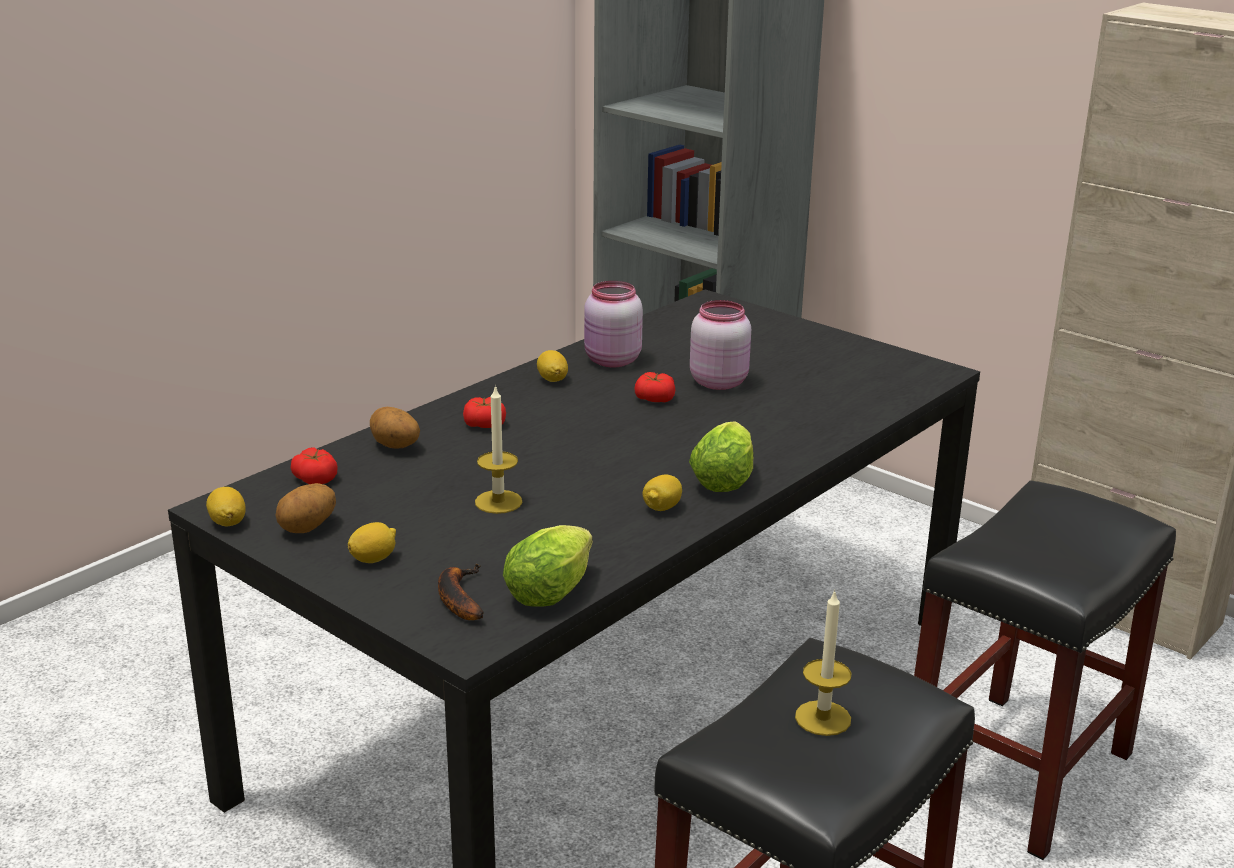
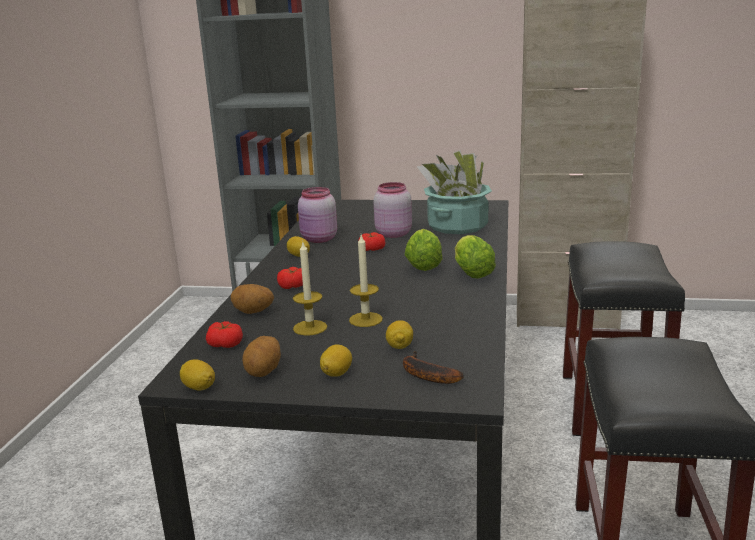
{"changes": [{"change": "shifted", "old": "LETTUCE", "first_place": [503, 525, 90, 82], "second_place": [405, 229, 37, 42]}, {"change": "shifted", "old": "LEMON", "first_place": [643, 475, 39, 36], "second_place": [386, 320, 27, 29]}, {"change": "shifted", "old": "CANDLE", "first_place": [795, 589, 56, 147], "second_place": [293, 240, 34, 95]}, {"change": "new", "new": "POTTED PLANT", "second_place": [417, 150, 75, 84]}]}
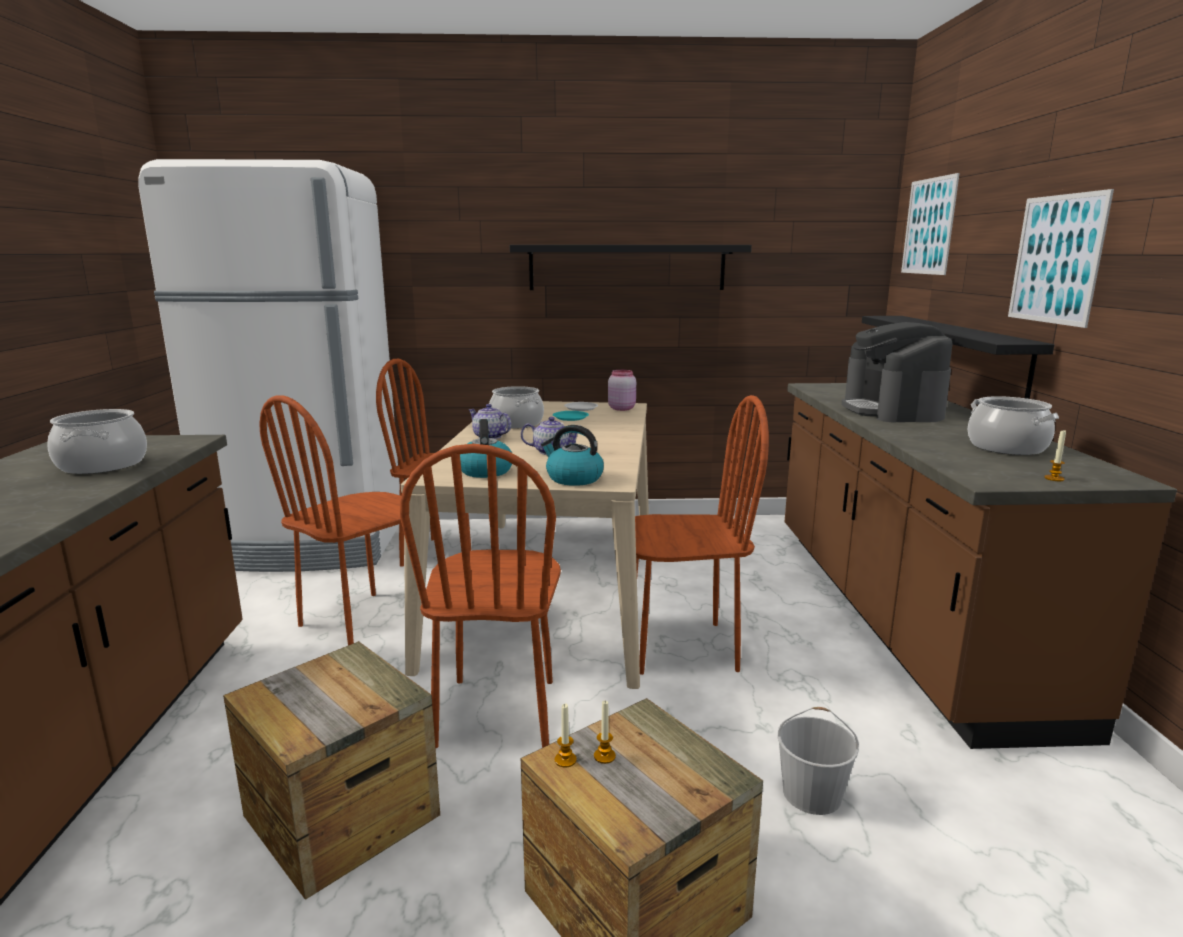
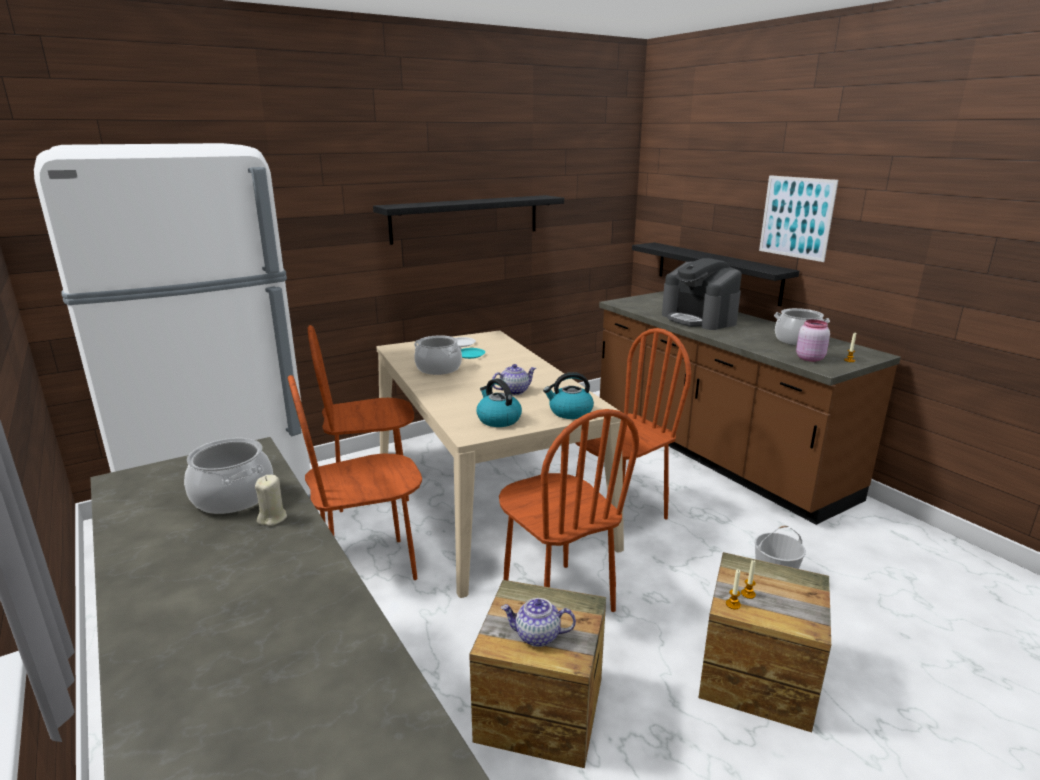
{"changes": [{"change": "rotated", "old": "BROWN CHAIR", "first_place": [259, 396, 165, 249], "second_place": [288, 375, 134, 205], "degrees": 60}, {"change": "shifted", "old": "TEAPOT", "first_place": [469, 404, 42, 35], "second_place": [501, 598, 75, 49]}, {"change": "shifted", "old": "PINK JAR", "first_place": [608, 370, 28, 41], "second_place": [796, 320, 34, 42]}, {"change": "gone", "old": "PICTURE", "first_place": [901, 173, 59, 102]}, {"change": "new", "new": "BEIGE CANDLE", "second_place": [255, 475, 32, 51]}]}
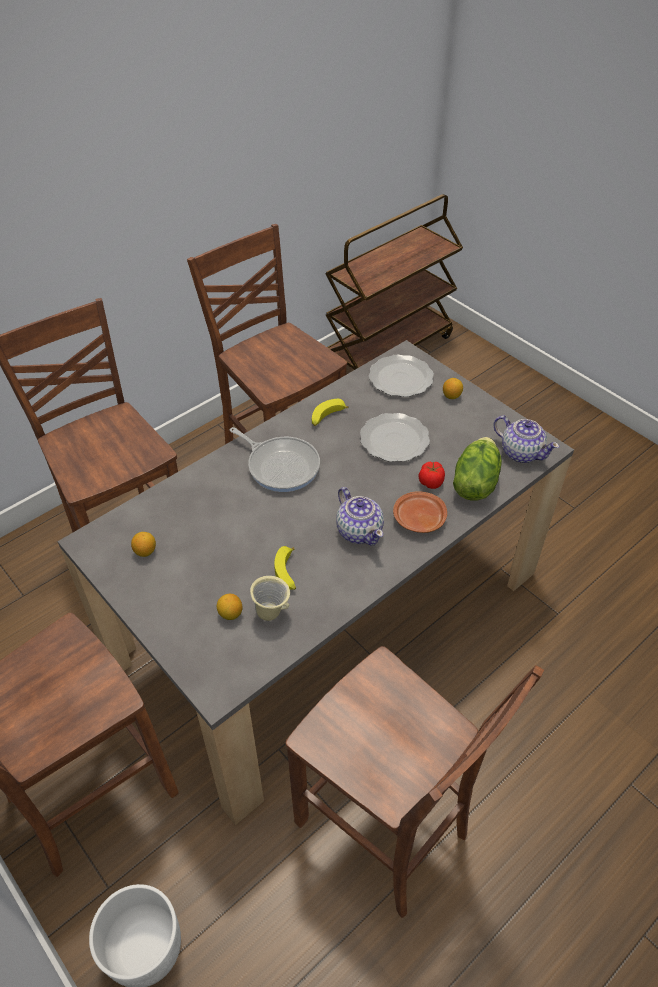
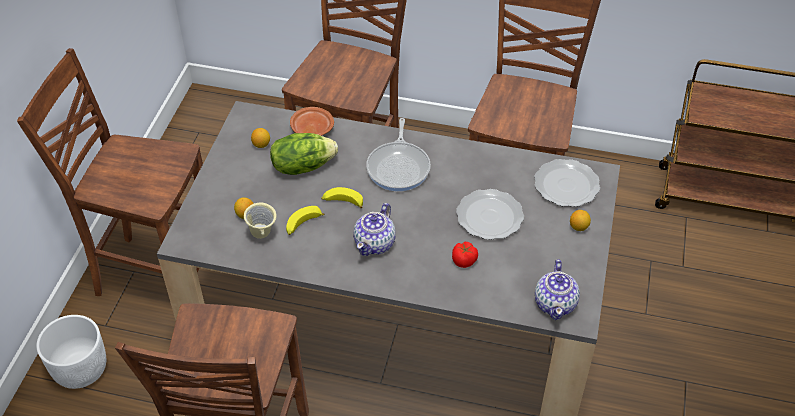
{"changes": [{"change": "shifted", "old": "BANANA", "first_place": [312, 399, 37, 27], "second_place": [321, 187, 42, 21]}, {"change": "shifted", "old": "BROWN PLATE", "first_place": [393, 491, 54, 42], "second_place": [290, 107, 44, 29]}, {"change": "shifted", "old": "LETTUCE", "first_place": [453, 437, 49, 64], "second_place": [270, 133, 68, 42]}]}
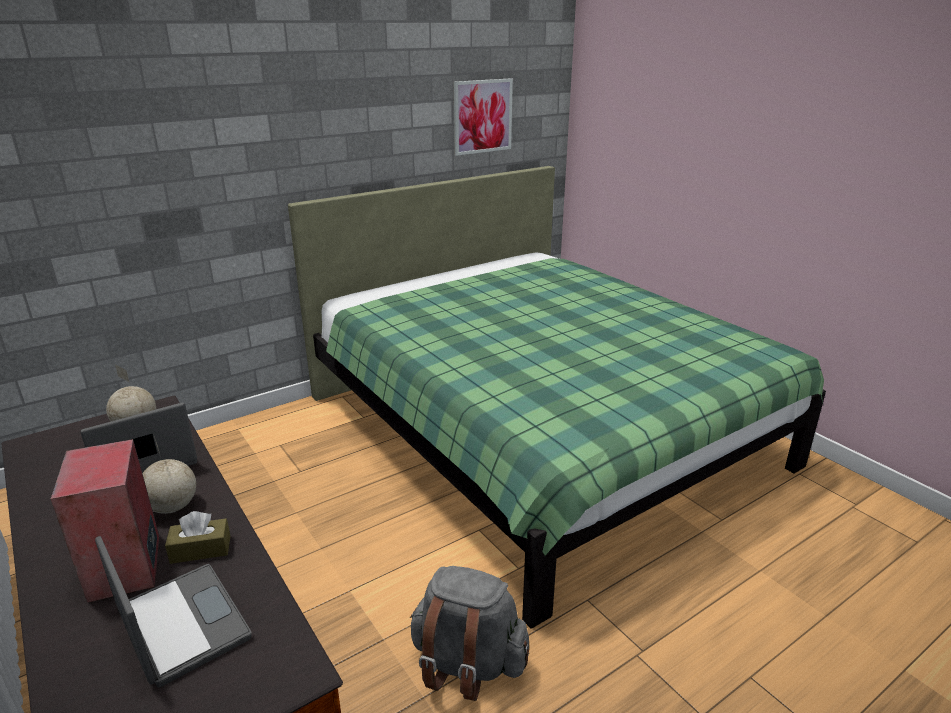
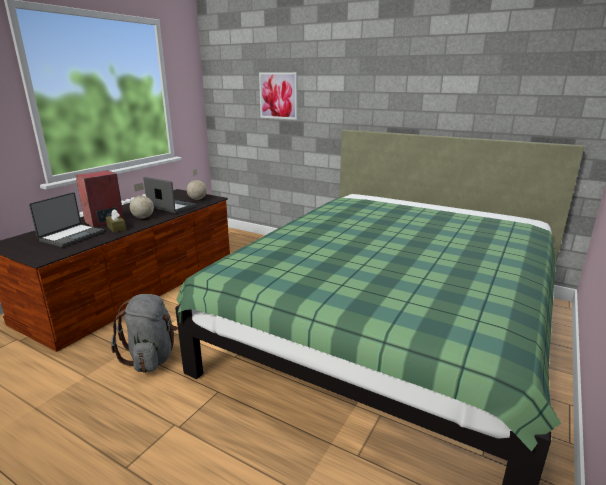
{"changes": [{"change": "shifted", "old": "PICTURE", "first_place": [454, 78, 59, 78], "second_place": [259, 72, 39, 48]}]}
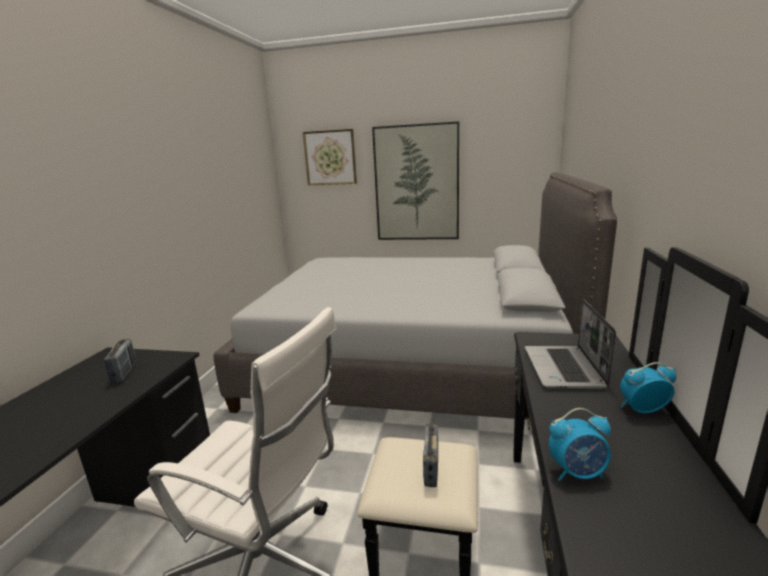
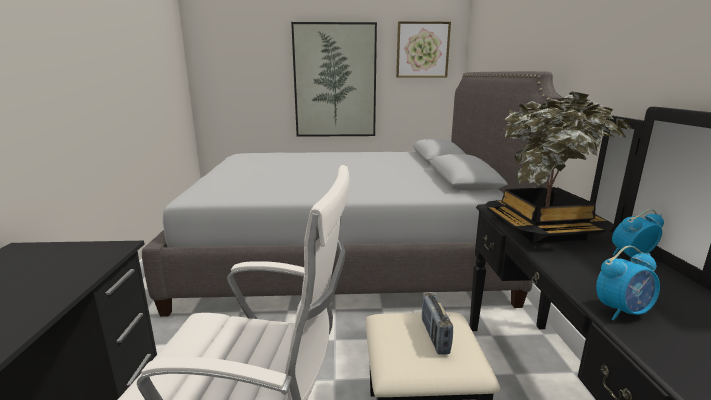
{"changes": [{"change": "gone", "old": "RADIO", "first_place": [104, 339, 32, 45]}, {"change": "shifted", "old": "PICTURE", "first_place": [303, 129, 54, 56], "second_place": [396, 21, 55, 57]}, {"change": "swapped", "old": "LAPTOP", "new": "POTTED PLANT", "first_place": [525, 299, 91, 90], "second_place": [485, 91, 147, 152]}]}
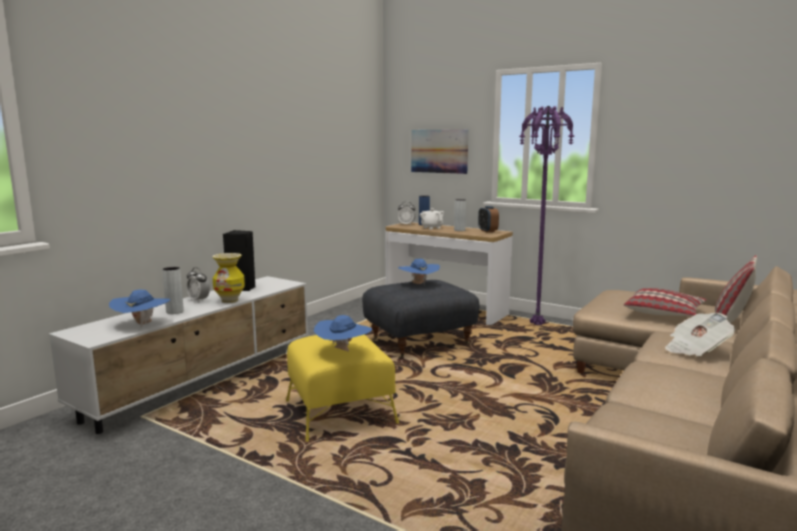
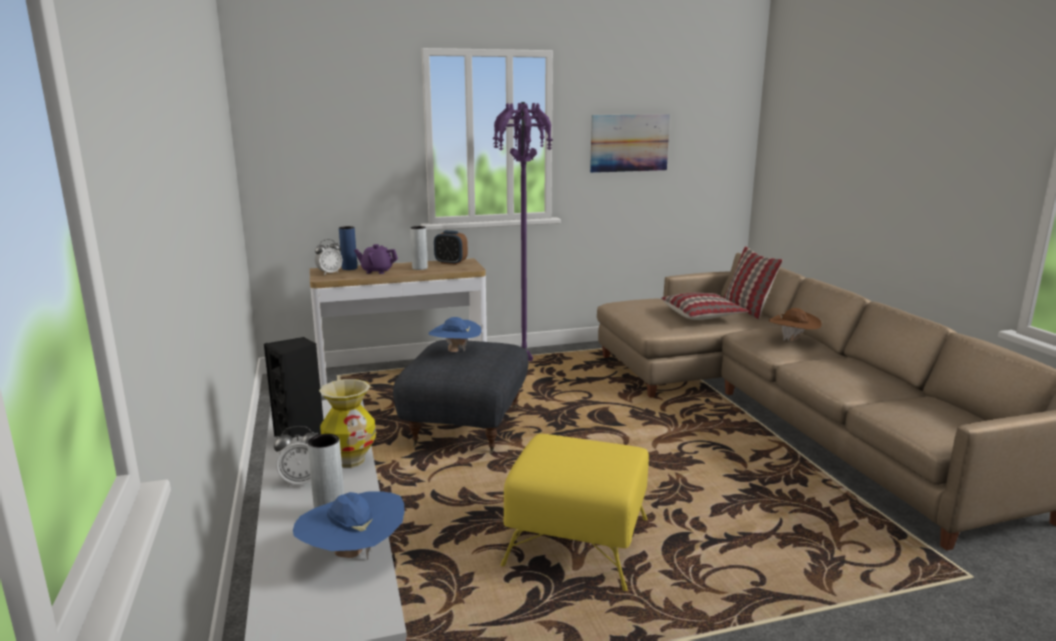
{"changes": [{"change": "gone", "old": "BLUE HAT", "first_place": [314, 315, 58, 36]}, {"change": "shifted", "old": "PICTURE", "first_place": [411, 129, 57, 45], "second_place": [590, 114, 80, 59]}, {"change": "repainted", "old": "WHITE TEAPOT", "new": "PURPLE TEAPOT", "first_place": [420, 209, 24, 20], "second_place": [354, 244, 44, 30]}, {"change": "swapped", "old": "NEWSPAPER", "new": "BROWN HAT", "first_place": [665, 313, 70, 44], "second_place": [769, 308, 53, 33]}]}
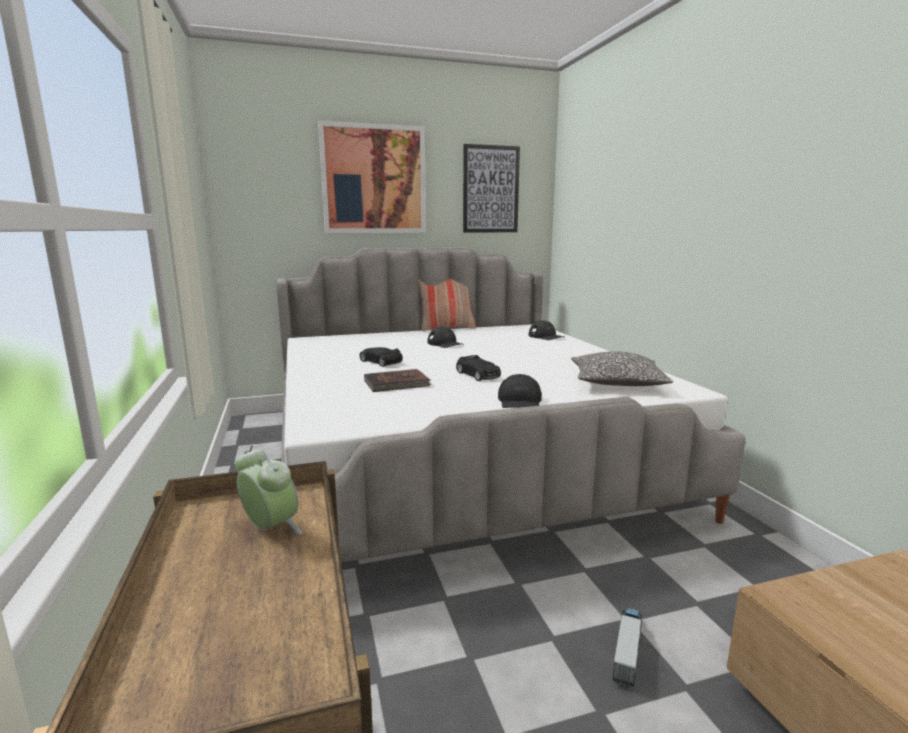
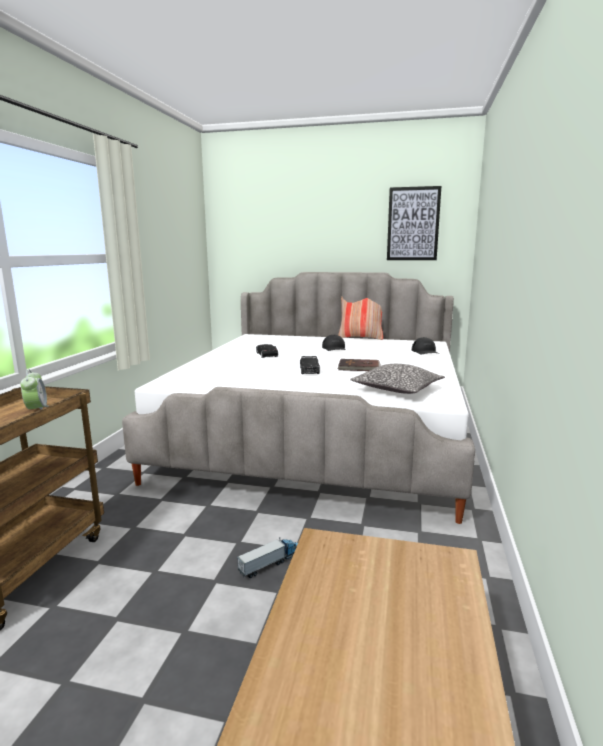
{"changes": [{"change": "gone", "old": "PICTURE", "first_place": [318, 120, 108, 113]}, {"change": "shifted", "old": "BROWN BOOK", "first_place": [364, 369, 68, 23], "second_place": [338, 359, 42, 12]}, {"change": "gone", "old": "BLACK CAP", "first_place": [498, 374, 44, 34]}]}
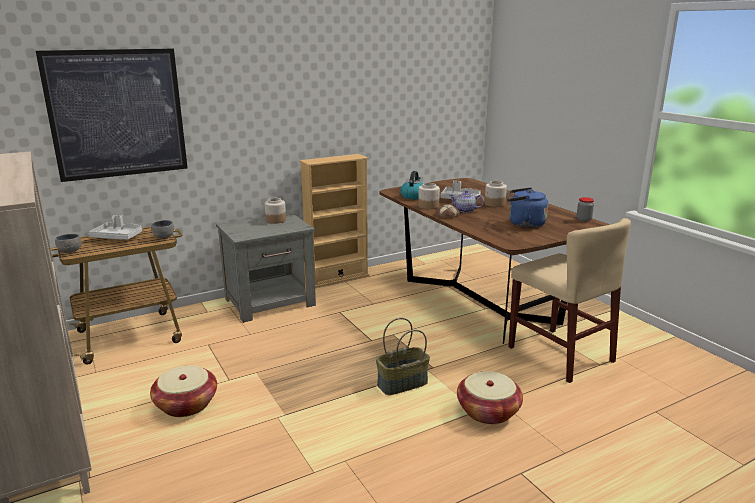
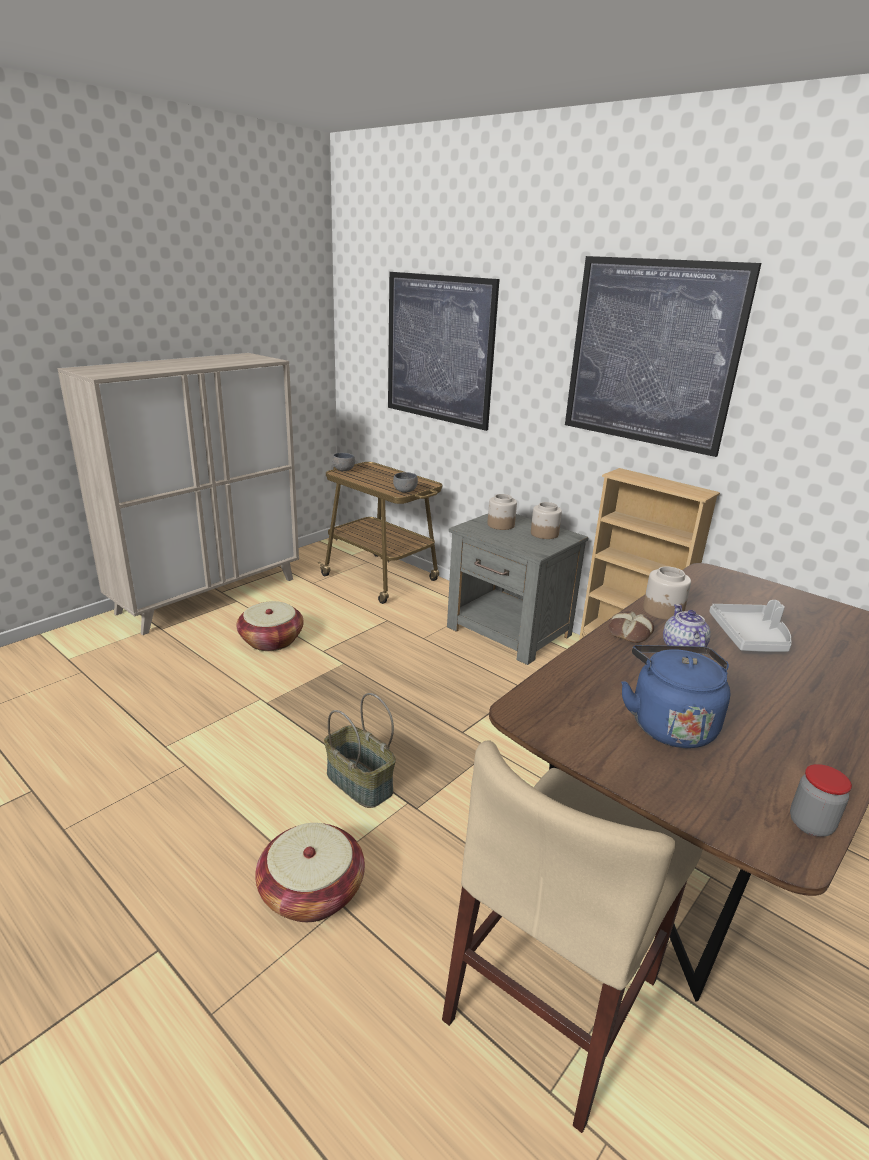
{"changes": [{"change": "gone", "old": "GREY TRAY", "first_place": [89, 215, 53, 25]}, {"change": "gone", "old": "KETTLE", "first_place": [400, 171, 23, 28]}, {"change": "shifted", "old": "JAR", "first_place": [485, 181, 22, 26], "second_place": [487, 494, 30, 36]}, {"change": "new", "new": "PICTURE", "second_place": [565, 256, 196, 201]}]}
